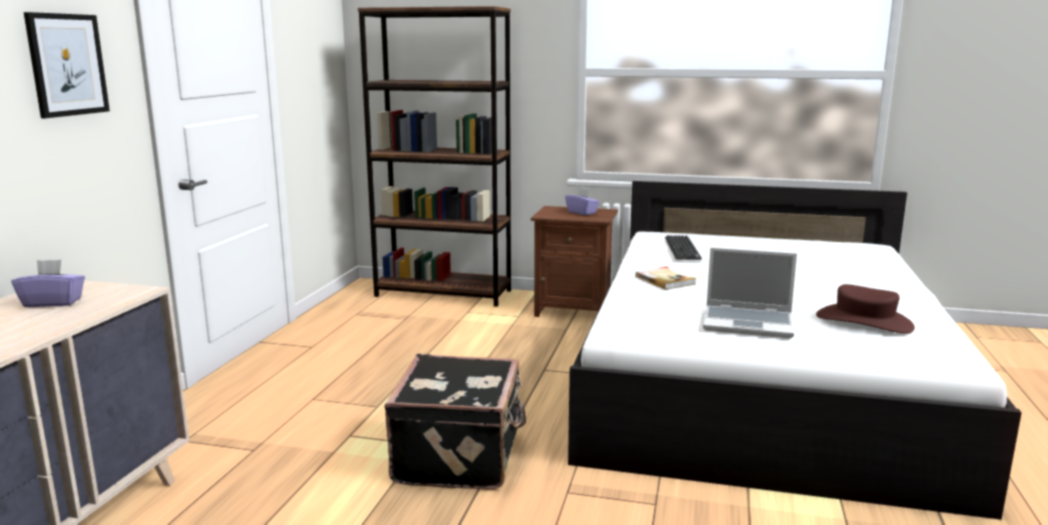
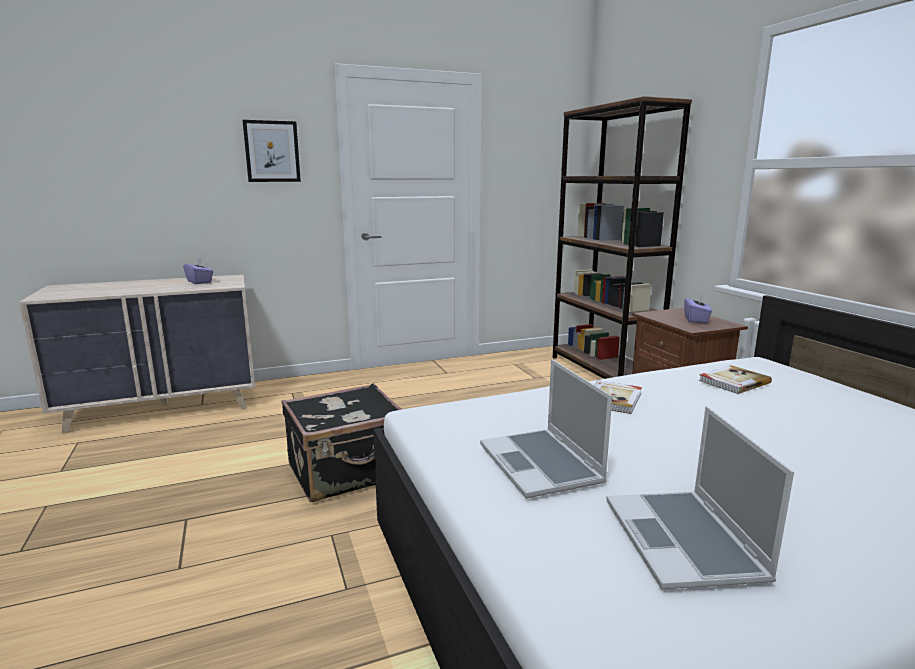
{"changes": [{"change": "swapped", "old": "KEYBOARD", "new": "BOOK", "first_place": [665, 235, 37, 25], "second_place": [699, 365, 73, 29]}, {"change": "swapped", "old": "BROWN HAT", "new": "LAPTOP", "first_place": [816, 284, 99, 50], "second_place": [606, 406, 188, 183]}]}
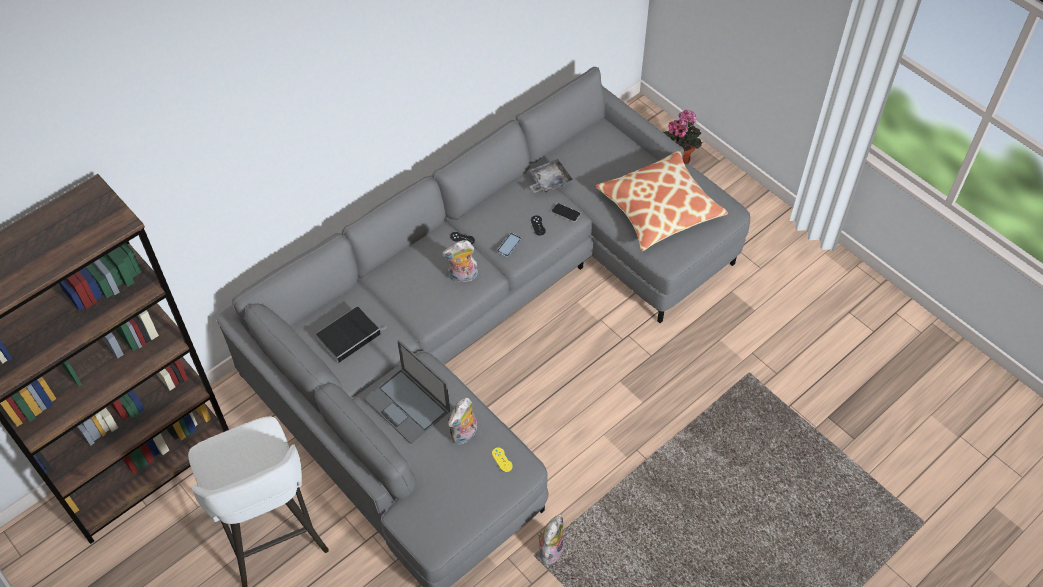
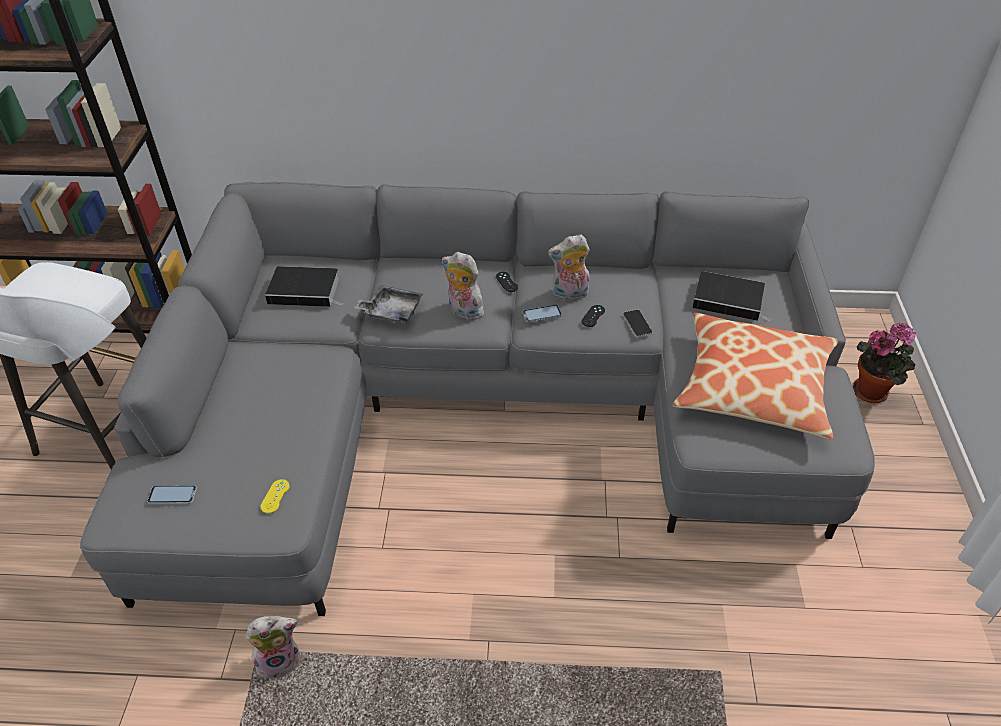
{"changes": [{"change": "gone", "old": "LAPTOP", "first_place": [364, 340, 86, 104]}, {"change": "shifted", "old": "PLUSH TOY", "first_place": [448, 398, 30, 47], "second_place": [548, 234, 42, 68]}, {"change": "shifted", "old": "GREY TRAY", "first_place": [529, 159, 44, 34], "second_place": [354, 285, 69, 39]}, {"change": "new", "new": "PHONE", "second_place": [147, 485, 50, 19]}, {"change": "new", "new": "BOOK", "second_place": [693, 271, 78, 50]}]}
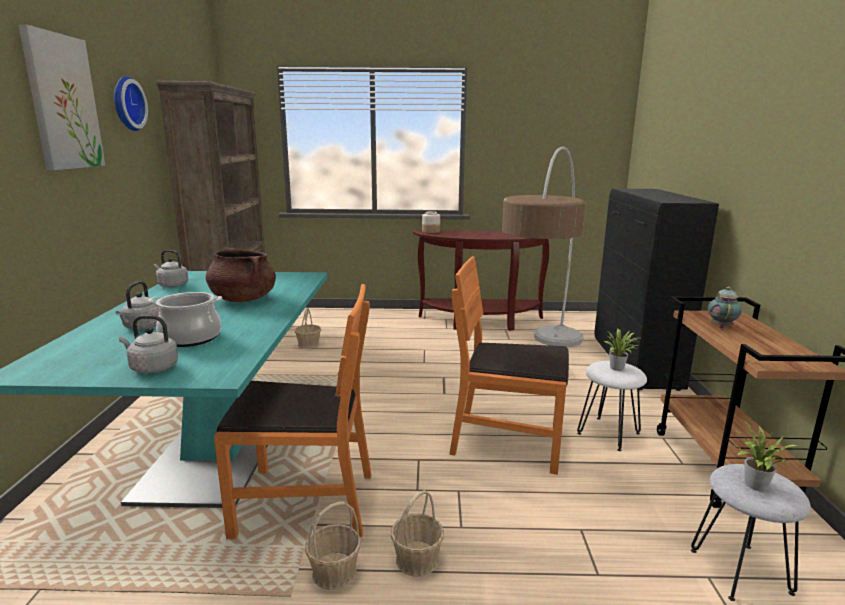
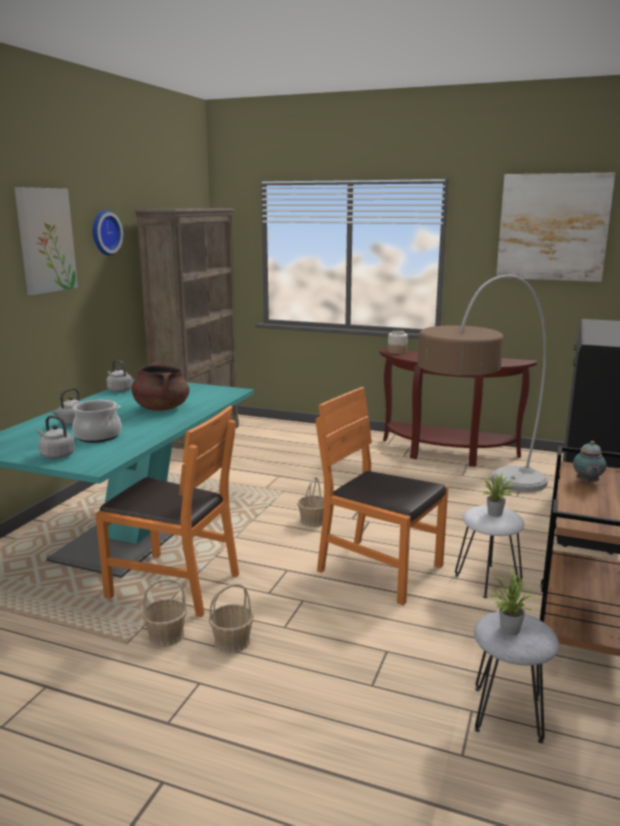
{"changes": [{"change": "shifted", "old": "BASKET", "first_place": [295, 308, 26, 41], "second_place": [297, 477, 27, 50]}, {"change": "rotated", "old": "TEAPOT", "first_place": [708, 287, 34, 41], "second_place": [573, 441, 34, 43], "degrees": 150}, {"change": "new", "new": "PICTURE", "second_place": [496, 173, 119, 109]}]}
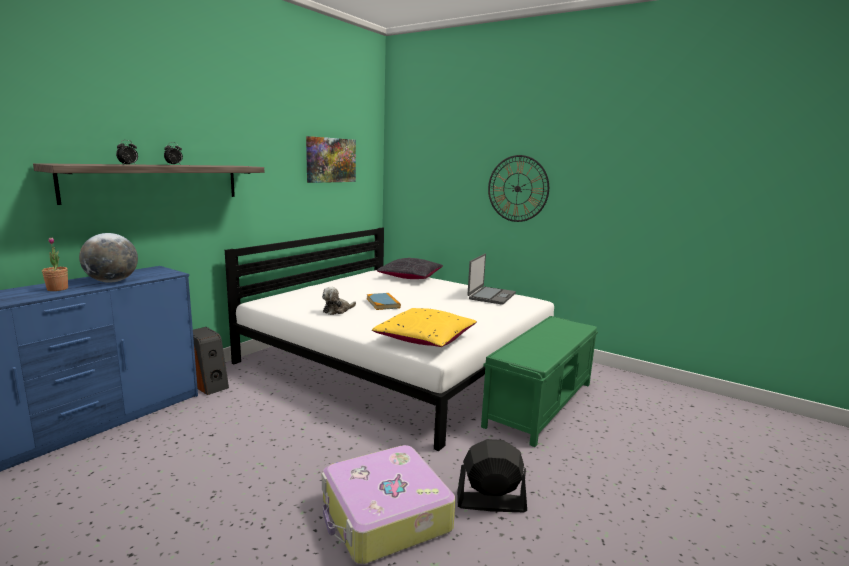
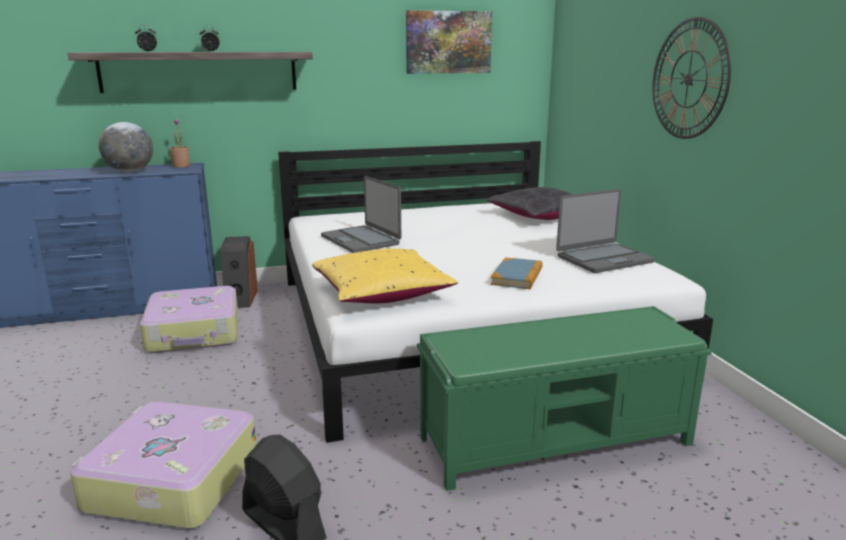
{"changes": [{"change": "shifted", "old": "POTTED PLANT", "first_place": [42, 237, 26, 54], "second_place": [169, 119, 20, 49]}, {"change": "swapped", "old": "PLUSH TOY", "new": "LAPTOP", "first_place": [322, 287, 34, 28], "second_place": [321, 176, 80, 77]}, {"change": "shifted", "old": "BOOK", "first_place": [367, 293, 34, 17], "second_place": [491, 258, 51, 31]}, {"change": "new", "new": "SUITCASE", "second_place": [140, 286, 98, 67]}]}
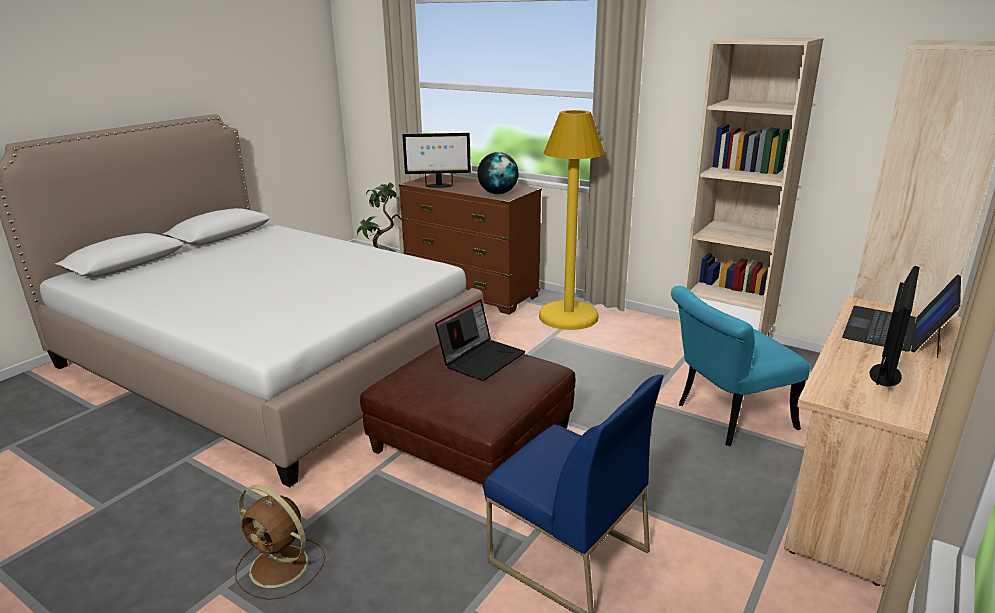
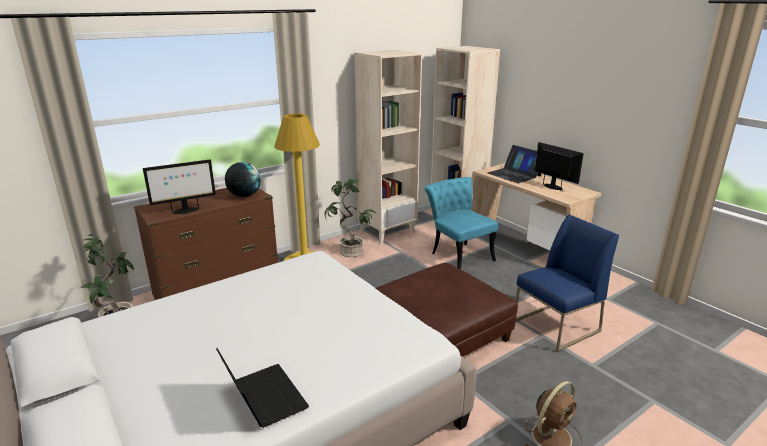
{"changes": [{"change": "rotated", "old": "MONITOR", "first_place": [402, 133, 69, 55], "second_place": [143, 159, 73, 55], "degrees": 45}, {"change": "shifted", "old": "LAPTOP", "first_place": [435, 299, 91, 82], "second_place": [216, 348, 93, 80]}, {"change": "rotated", "old": "TURQUOISE CHAIR", "first_place": [671, 286, 139, 160], "second_place": [425, 177, 73, 92], "degrees": 150}, {"change": "new", "new": "POTTED PLANT", "second_place": [325, 179, 50, 78]}]}
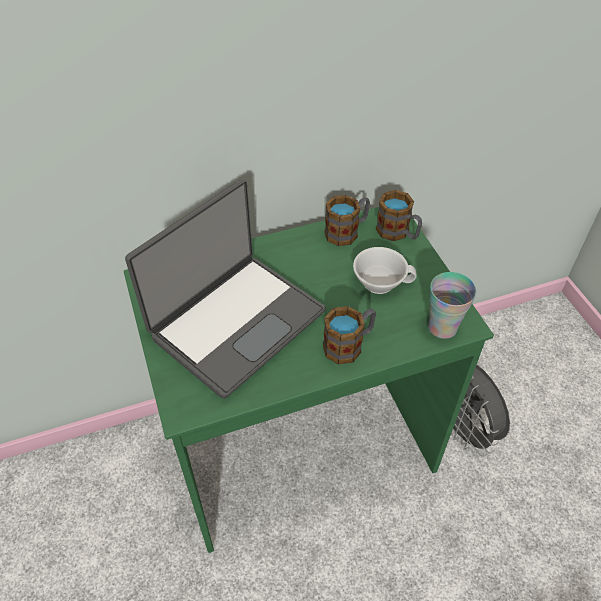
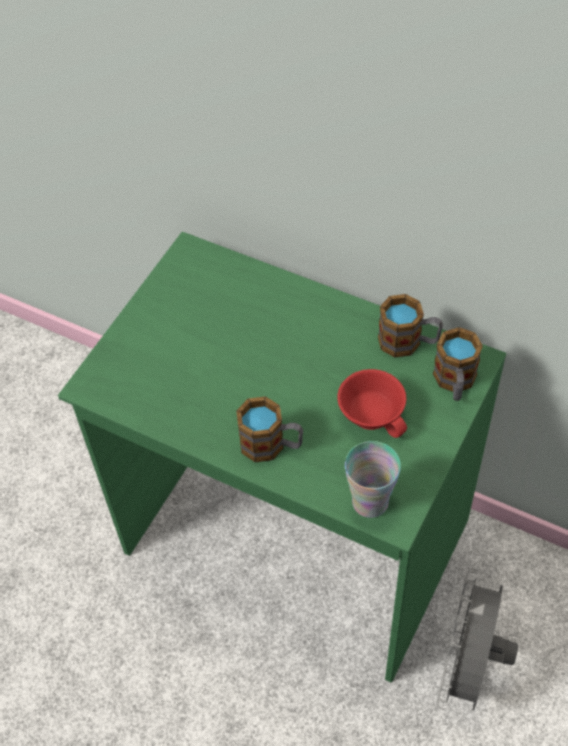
{"changes": [{"change": "gone", "old": "LAPTOP", "first_place": [125, 179, 201, 220]}, {"change": "repainted", "old": "WHITE CUP", "new": "RED CUP", "first_place": [353, 247, 64, 47], "second_place": [337, 369, 70, 69]}]}
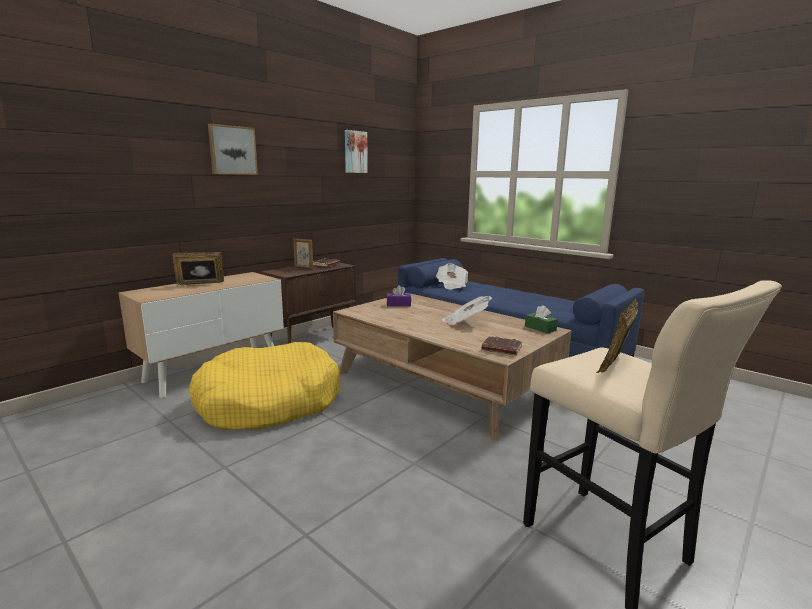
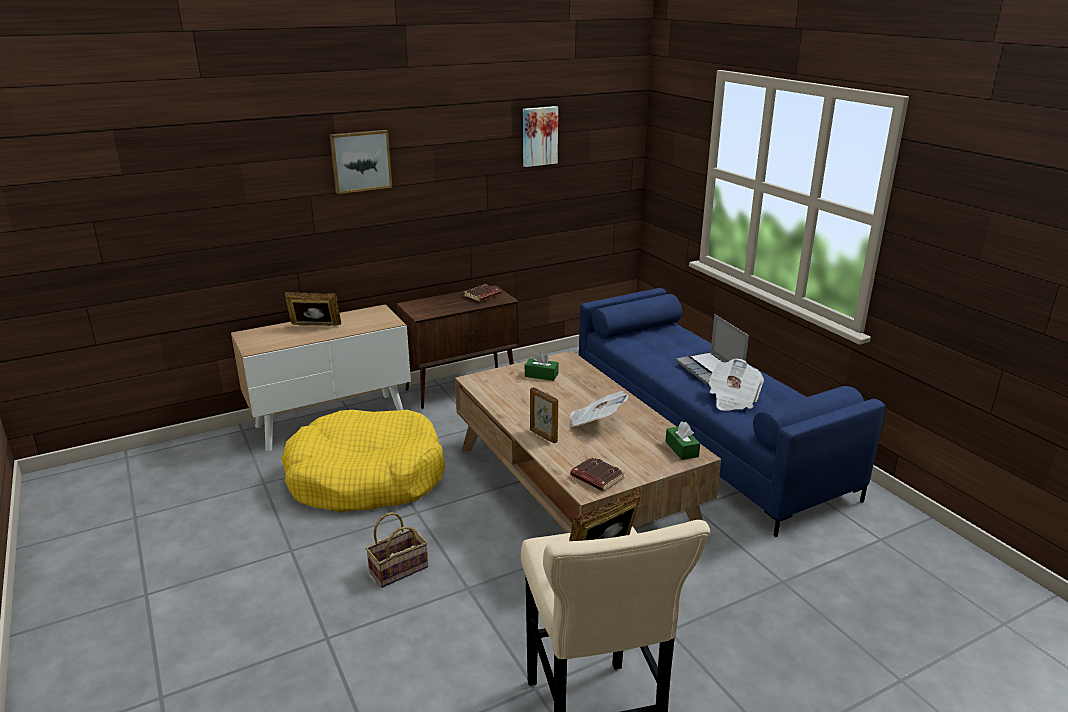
{"changes": [{"change": "shifted", "old": "PICTURE FRAME", "first_place": [293, 238, 20, 31], "second_place": [530, 387, 28, 56]}, {"change": "repainted", "old": "PURPLE TISSUE BOX", "new": "GREEN TISSUE BOX", "first_place": [387, 285, 24, 22], "second_place": [525, 352, 34, 29]}, {"change": "shifted", "old": "NEWSPAPER", "first_place": [436, 263, 32, 27], "second_place": [708, 359, 56, 52]}, {"change": "new", "new": "BASKET", "second_place": [366, 512, 62, 76]}, {"change": "new", "new": "LAPTOP", "second_place": [676, 314, 73, 71]}]}
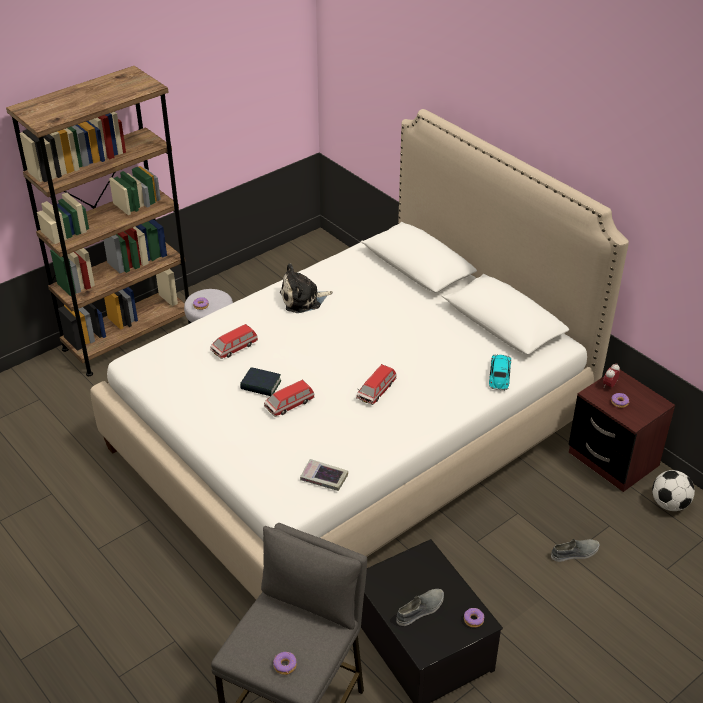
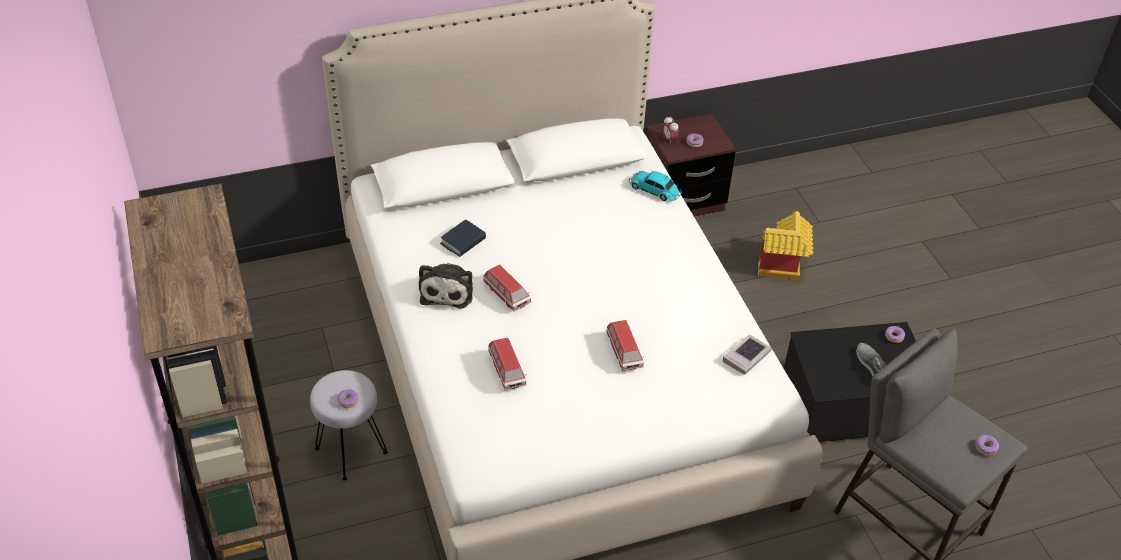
{"changes": [{"change": "shifted", "old": "BOOK", "first_place": [240, 367, 41, 29], "second_place": [440, 220, 46, 37]}, {"change": "shifted", "old": "TOY CAR", "first_place": [356, 364, 40, 41], "second_place": [483, 265, 48, 46]}, {"change": "swapped", "old": "GREY SHOE", "new": "TOY HOUSE", "first_place": [551, 539, 49, 23], "second_place": [758, 211, 55, 69]}, {"change": "gone", "old": "FOOTBALL", "first_place": [652, 470, 43, 41]}]}
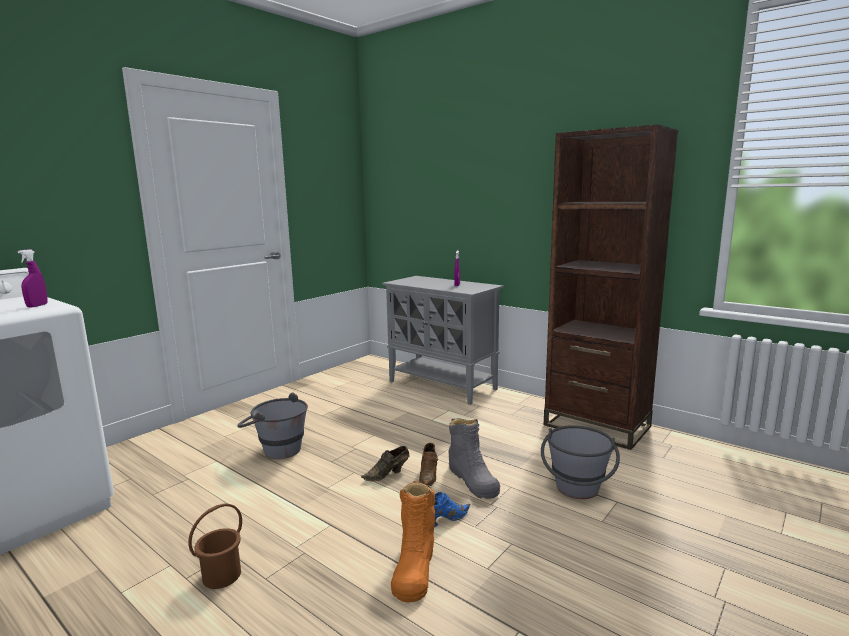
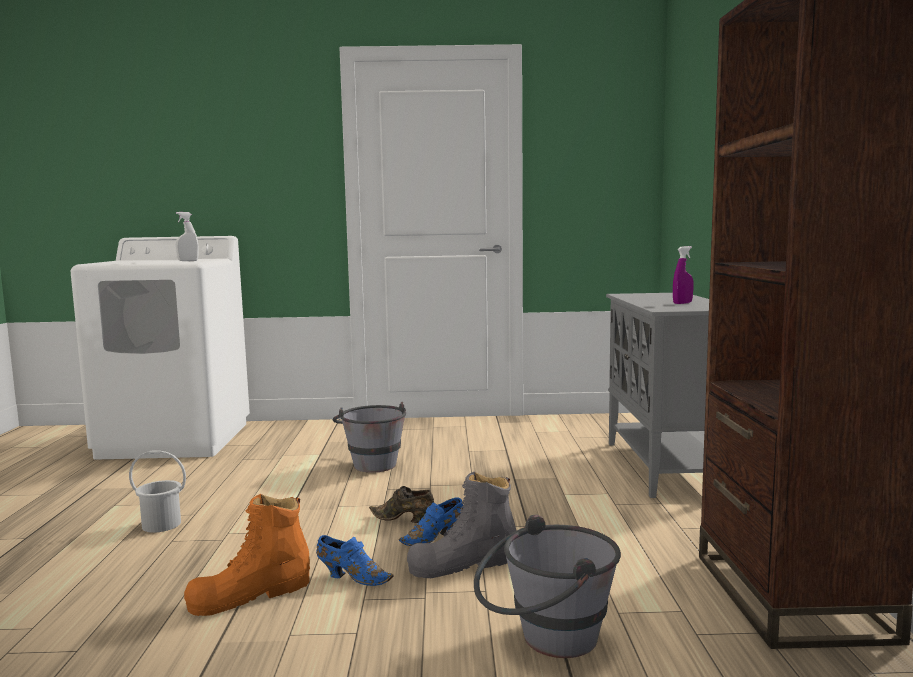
{"changes": [{"change": "repainted", "old": "PURPLE SPRAY BOTTLE", "new": "WHITE SPRAY BOTTLE", "first_place": [17, 249, 31, 58], "second_place": [176, 212, 22, 49]}, {"change": "repainted", "old": "BROWN BUCKET", "new": "WHITE BUCKET", "first_place": [188, 504, 54, 85], "second_place": [129, 450, 57, 83]}, {"change": "repainted", "old": "BROWN SHOE", "new": "BLUE SHOE", "first_place": [419, 443, 19, 43], "second_place": [399, 497, 64, 49]}, {"change": "rotated", "old": "GREY BOOT", "first_place": [449, 418, 51, 81], "second_place": [407, 472, 109, 106], "degrees": 45}]}
